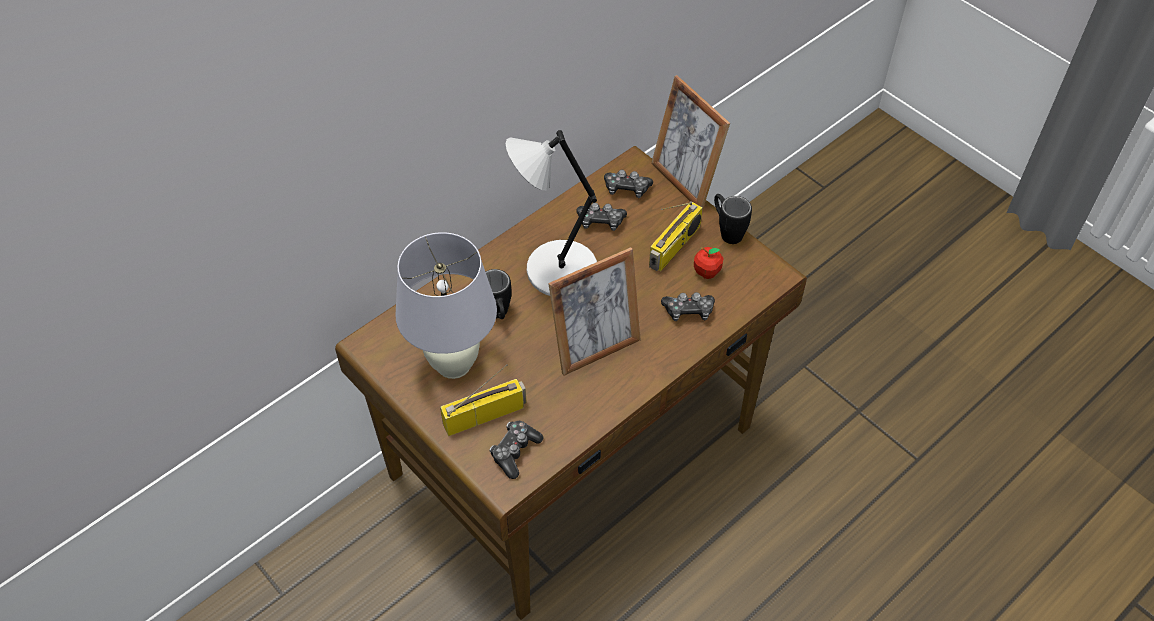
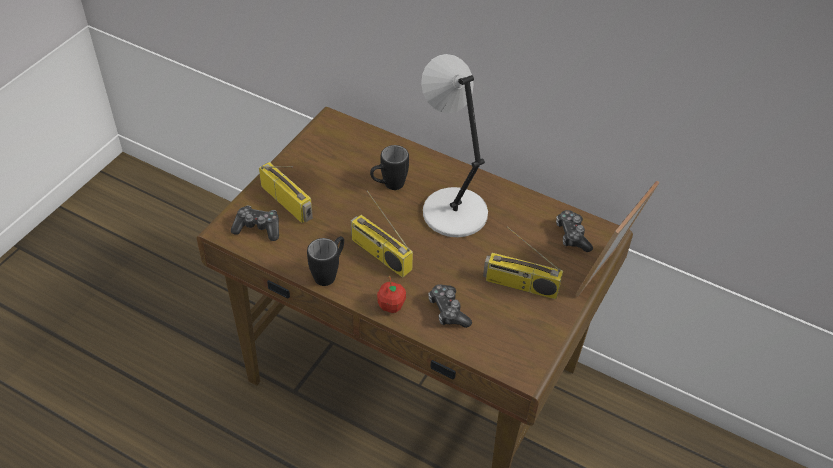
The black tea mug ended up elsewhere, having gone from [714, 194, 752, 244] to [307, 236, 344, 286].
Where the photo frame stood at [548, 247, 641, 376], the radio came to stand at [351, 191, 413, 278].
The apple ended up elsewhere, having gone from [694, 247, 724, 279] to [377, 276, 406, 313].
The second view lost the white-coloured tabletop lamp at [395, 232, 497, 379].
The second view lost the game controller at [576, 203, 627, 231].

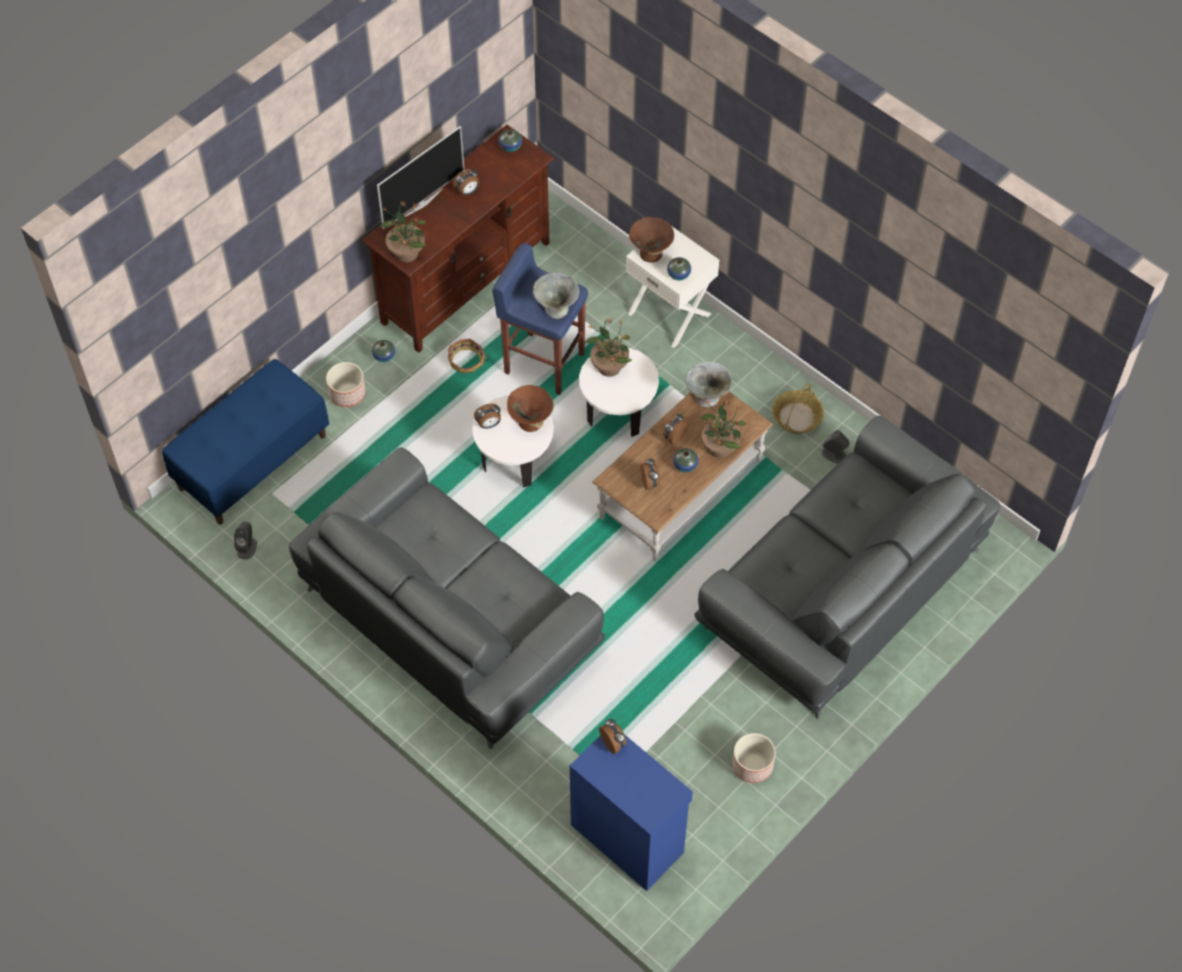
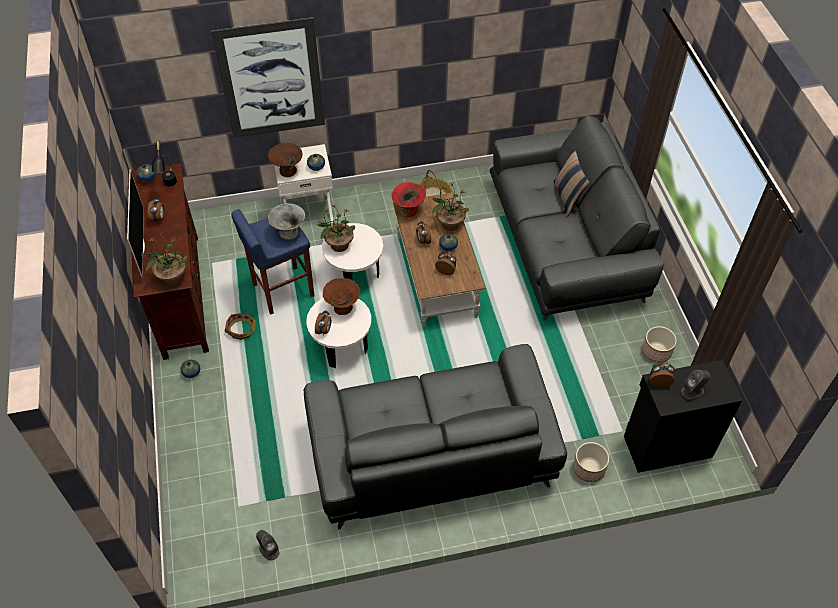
The second view gained the black tabletop lamp at [152, 141, 177, 187].
The second view gained the wall picture at [211, 17, 325, 138].
What was the grey serving bowl at [685, 362, 732, 407] turned into the red-coloured serving bowl at [391, 182, 426, 217].
The second view gained the pillow at [554, 148, 589, 216].
The flower pot ended up elsewhere, having gone from [326, 362, 366, 407] to [573, 442, 609, 482].
What was the blue-coloured cupboard at [570, 734, 693, 891] turned into the black cupboard at [624, 360, 743, 473].
The grey speaker ended up elsewhere, having gone from [822, 430, 850, 463] to [681, 370, 711, 400].
The second view lost the blue-coloured indoor bench at [162, 359, 329, 524].

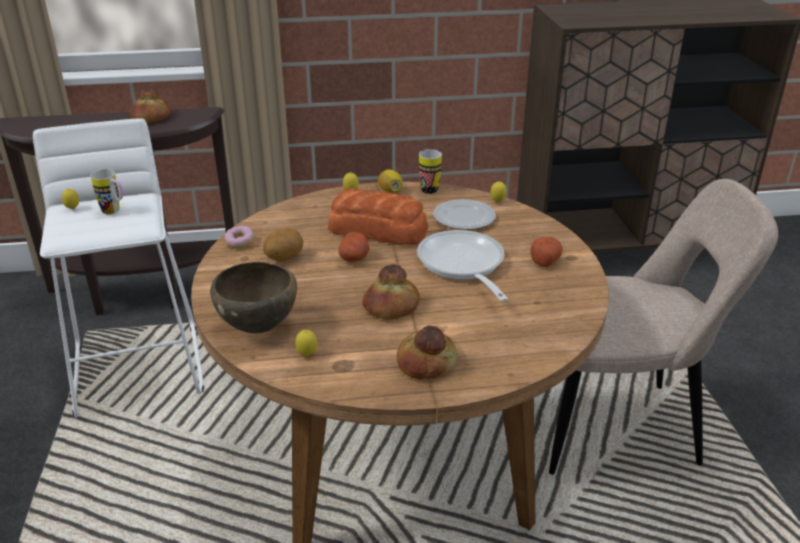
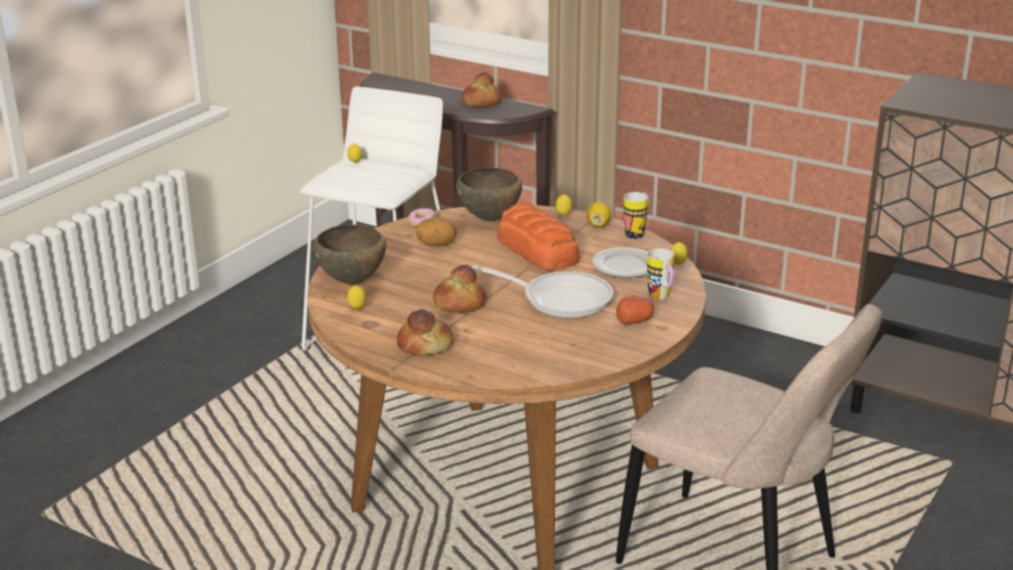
The second view gained the brown-coloured serving bowl at [456, 167, 522, 222].
The pan at [417, 230, 508, 302] ended up facing another way, 90 degrees clockwise from before.
The tea mug ended up elsewhere, having gone from [91, 169, 123, 214] to [647, 248, 674, 300].
The second view lost the potato at [339, 232, 369, 262].

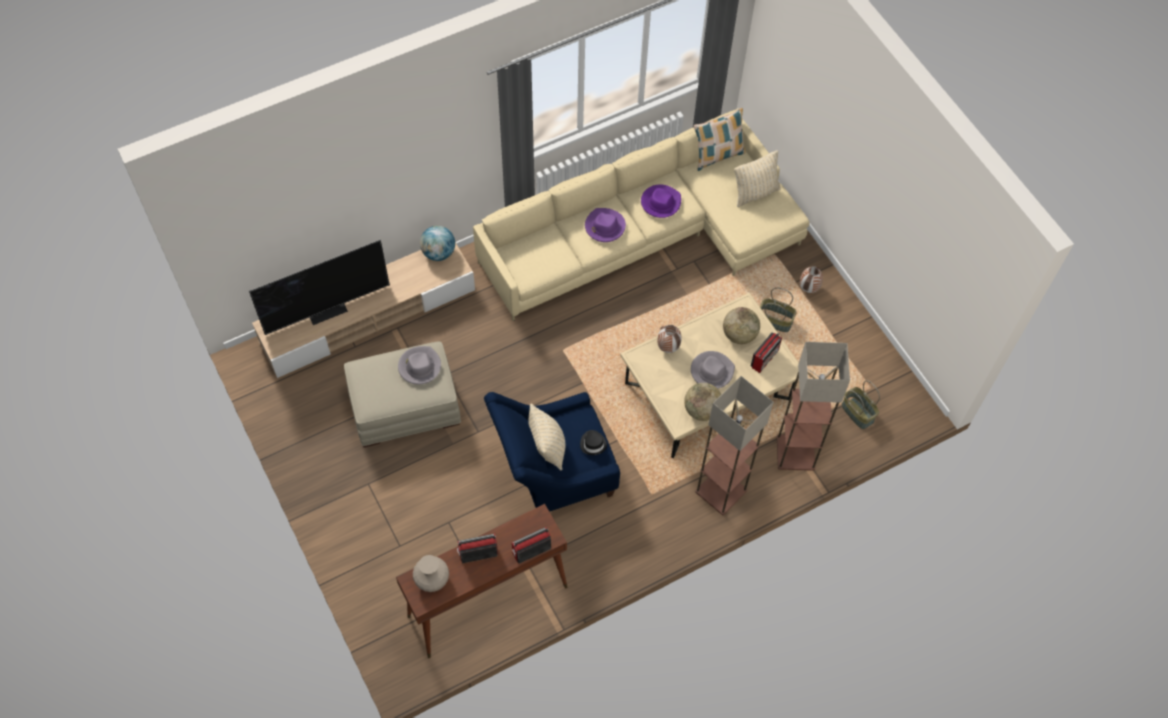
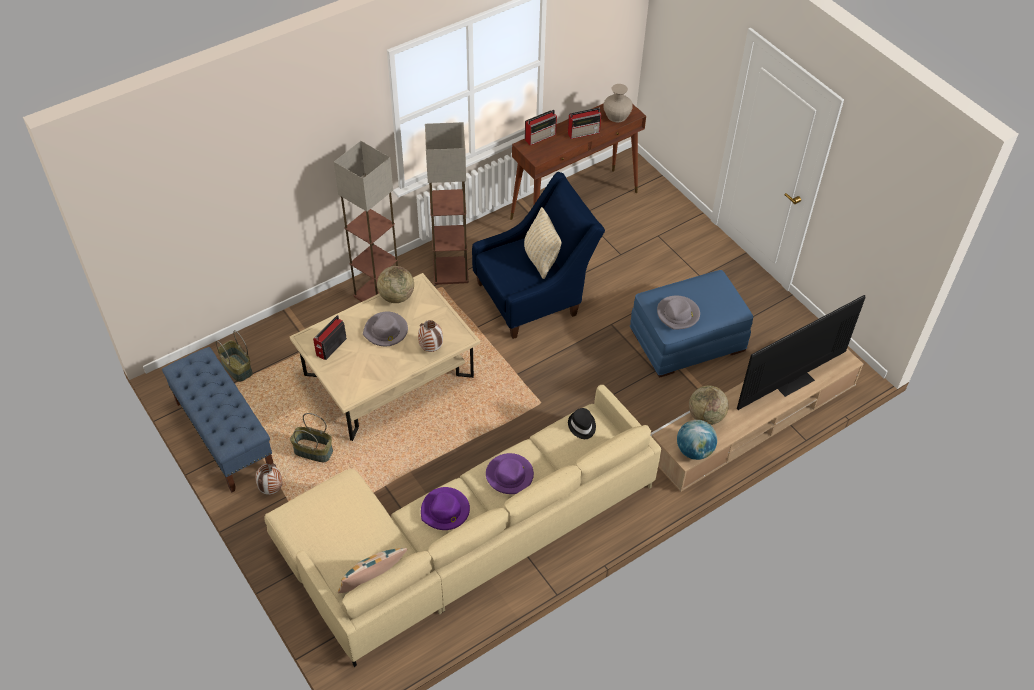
The second view gained the blue-coloured indoor bench at [162, 347, 274, 493].
The standing lamp ended up elsewhere, having gone from [777, 342, 850, 471] to [425, 122, 469, 285].
The black hat ended up elsewhere, having gone from [580, 430, 607, 455] to [568, 408, 596, 439].
What was the beige ottoman at [344, 341, 461, 447] turned into the blue-coloured ottoman at [630, 270, 753, 378].
The globe ended up elsewhere, having gone from [723, 307, 760, 344] to [689, 386, 729, 425].
The second view lost the beige pillow at [734, 150, 781, 207].

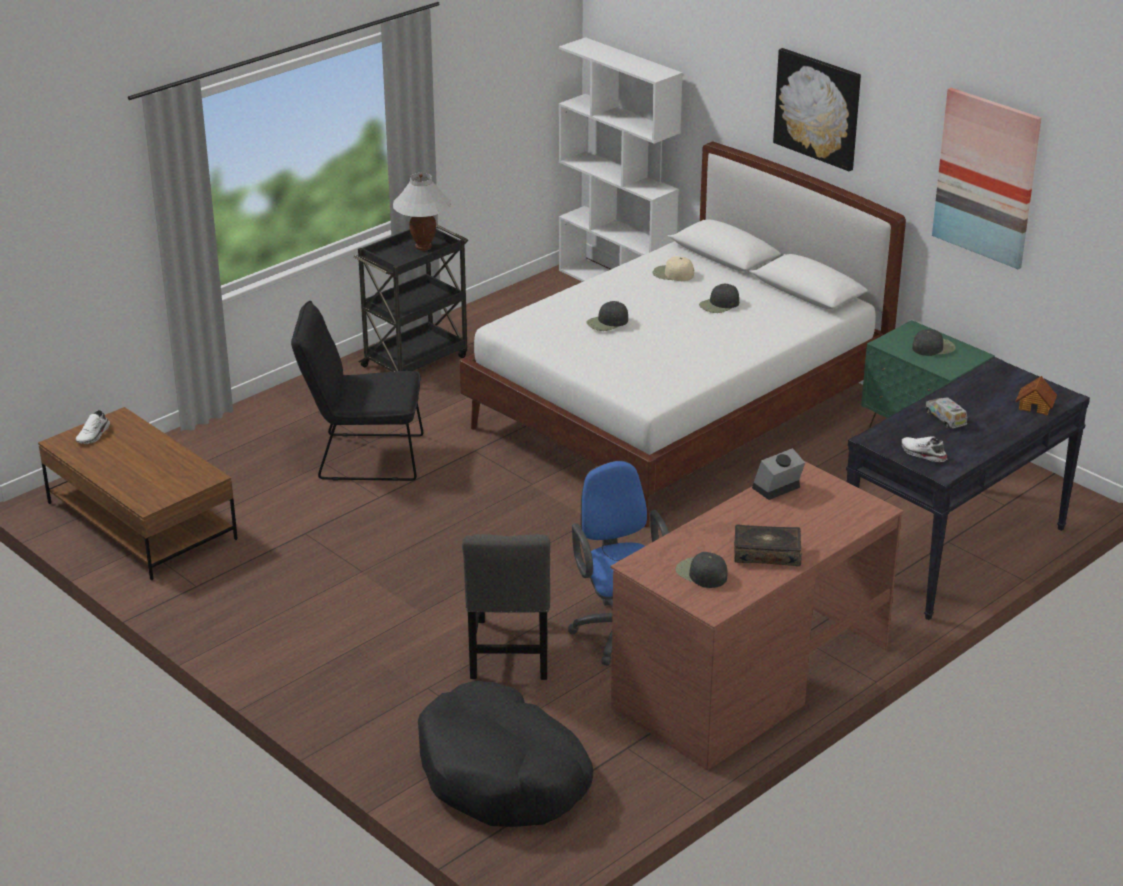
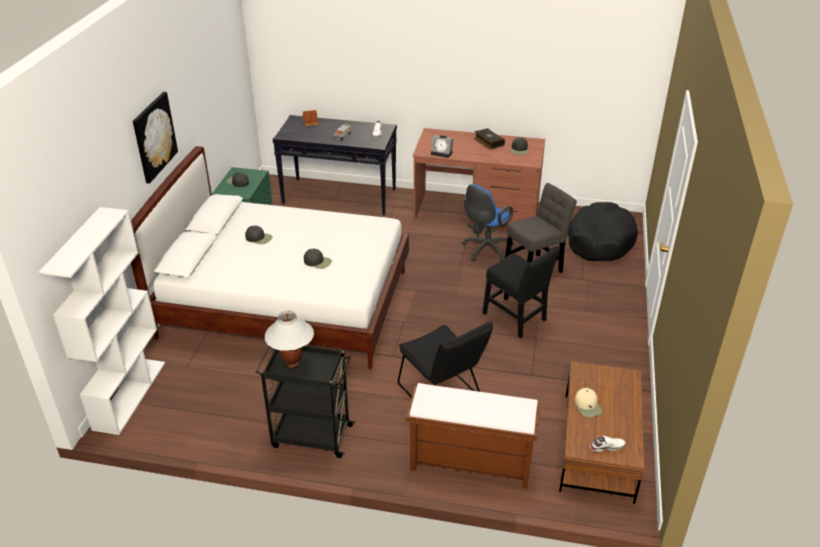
The second view gained the brown-coloured indoor bench at [405, 383, 541, 488].
The second view gained the black chair at [483, 246, 560, 338].
The beige peaked cap ended up elsewhere, having gone from [653, 256, 694, 281] to [574, 388, 602, 417].
The second view lost the wall picture at [932, 88, 1041, 269].

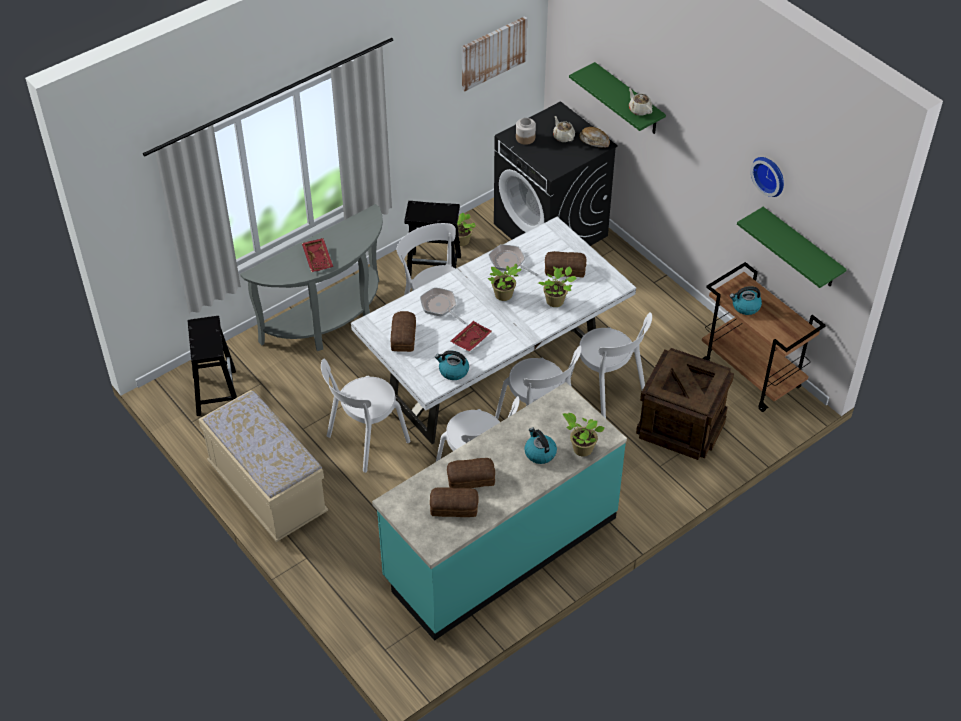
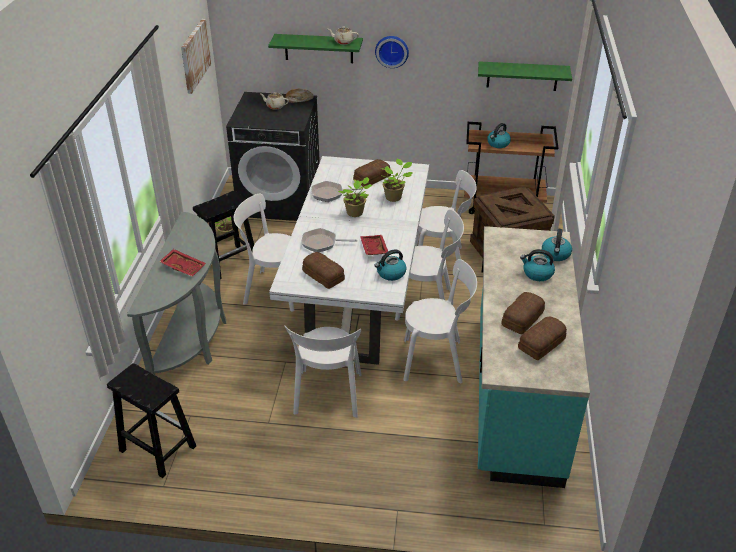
The hanging clock ended up elsewhere, having gone from [750, 157, 784, 197] to [375, 36, 409, 68].
Where the potted plant stood at [563, 413, 605, 457], the kettle came to stand at [542, 229, 572, 261].
The second view lost the beige indoor bench at [198, 390, 328, 542].
The second view lost the preserve jar at [516, 118, 536, 145].

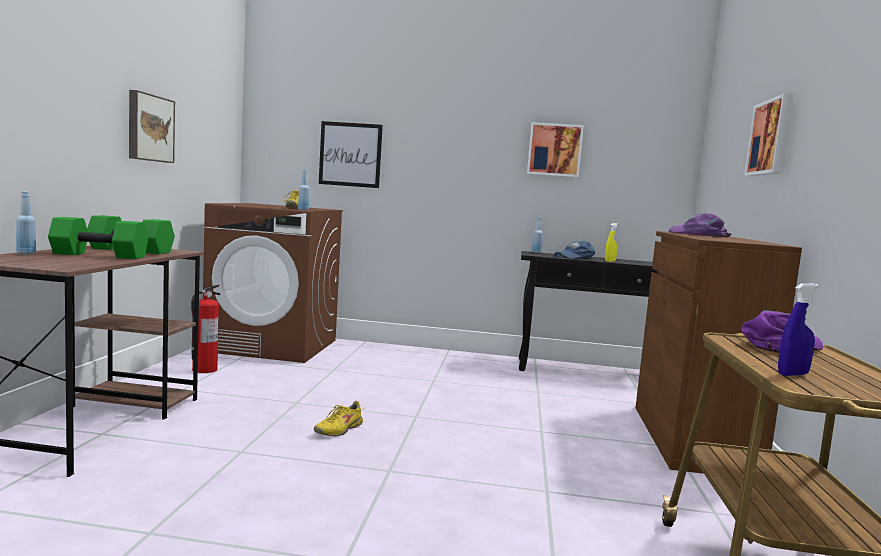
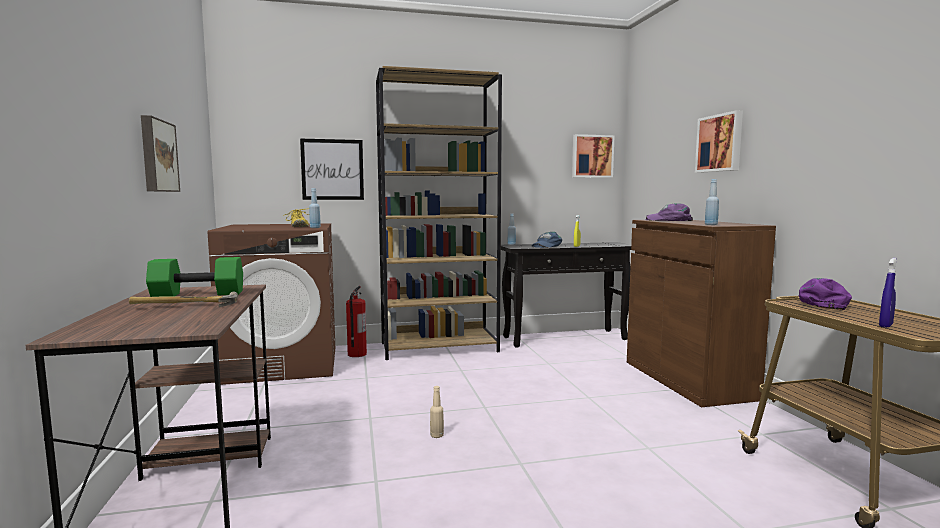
Where the green-coloured free weight stood at [48, 217, 148, 259], the hammer came to stand at [129, 291, 238, 307].
The fire extinguisher ended up elsewhere, having gone from [191, 284, 220, 373] to [346, 286, 367, 357].
The second view gained the brown-coloured bookcase at [376, 66, 502, 360].
Where the yellow-coloured low shoe stood at [314, 401, 364, 436], the beige beverage bottle came to stand at [430, 386, 444, 438].
The wall picture ended up elsewhere, having gone from [527, 122, 584, 177] to [572, 134, 615, 178].
The blue-coloured beverage bottle ended up elsewhere, having gone from [16, 191, 36, 254] to [705, 179, 719, 225].

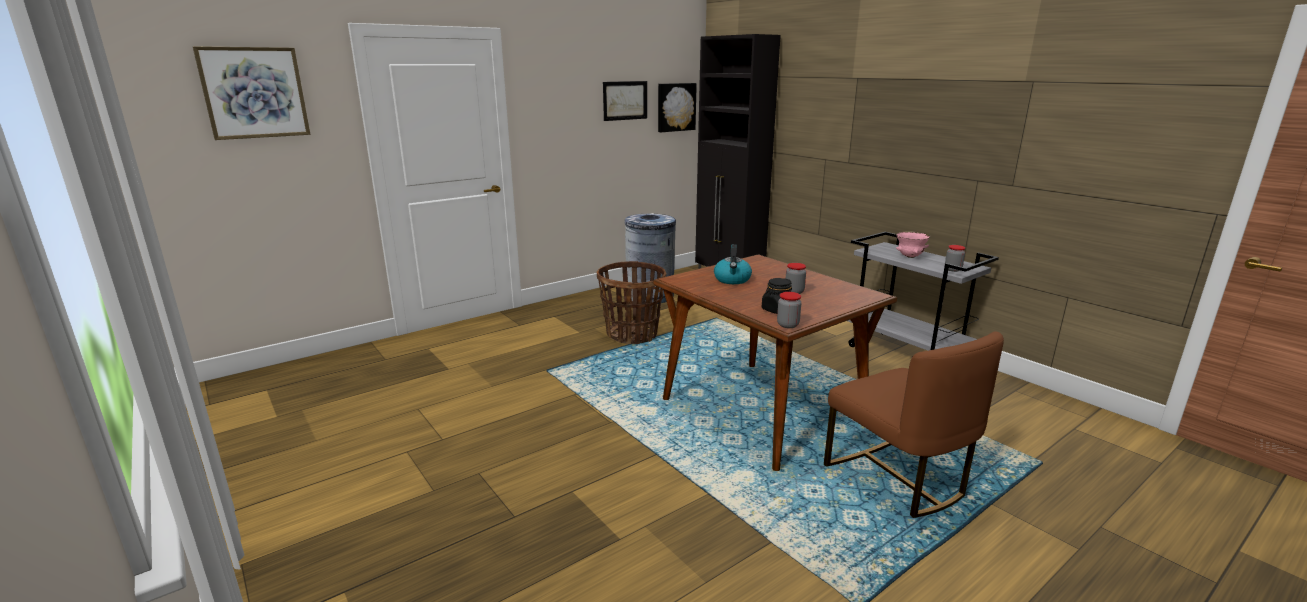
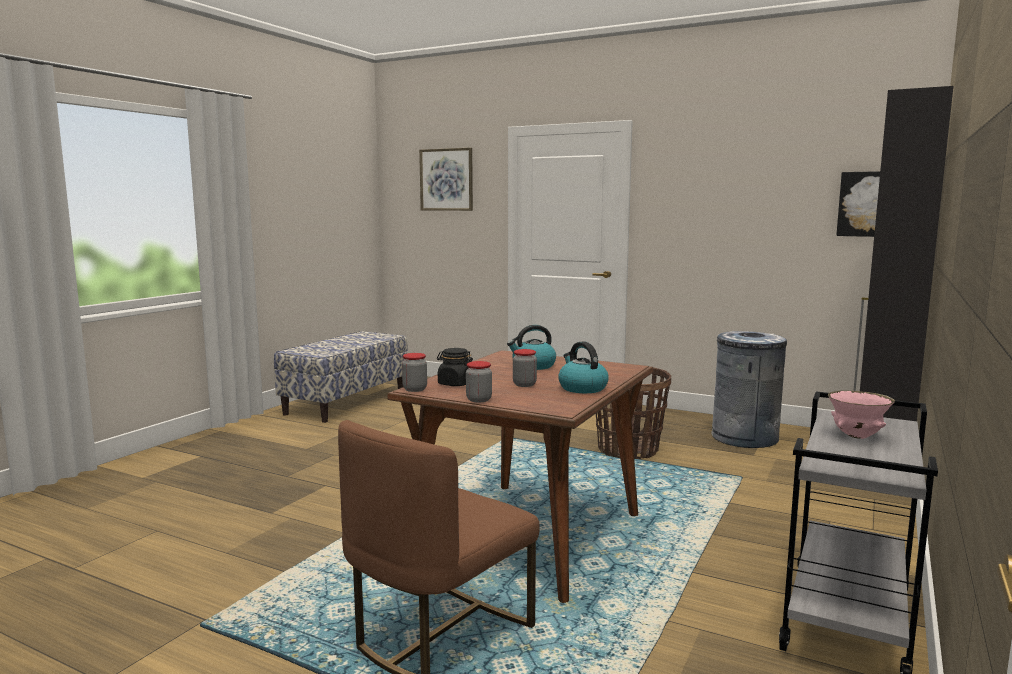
The second view gained the indoor bench at [274, 331, 408, 423].
The preserve jar ended up elsewhere, having gone from [945, 245, 966, 272] to [466, 361, 492, 402].
The second view gained the kettle at [558, 341, 609, 393].
The second view lost the wall picture at [603, 81, 647, 121].

